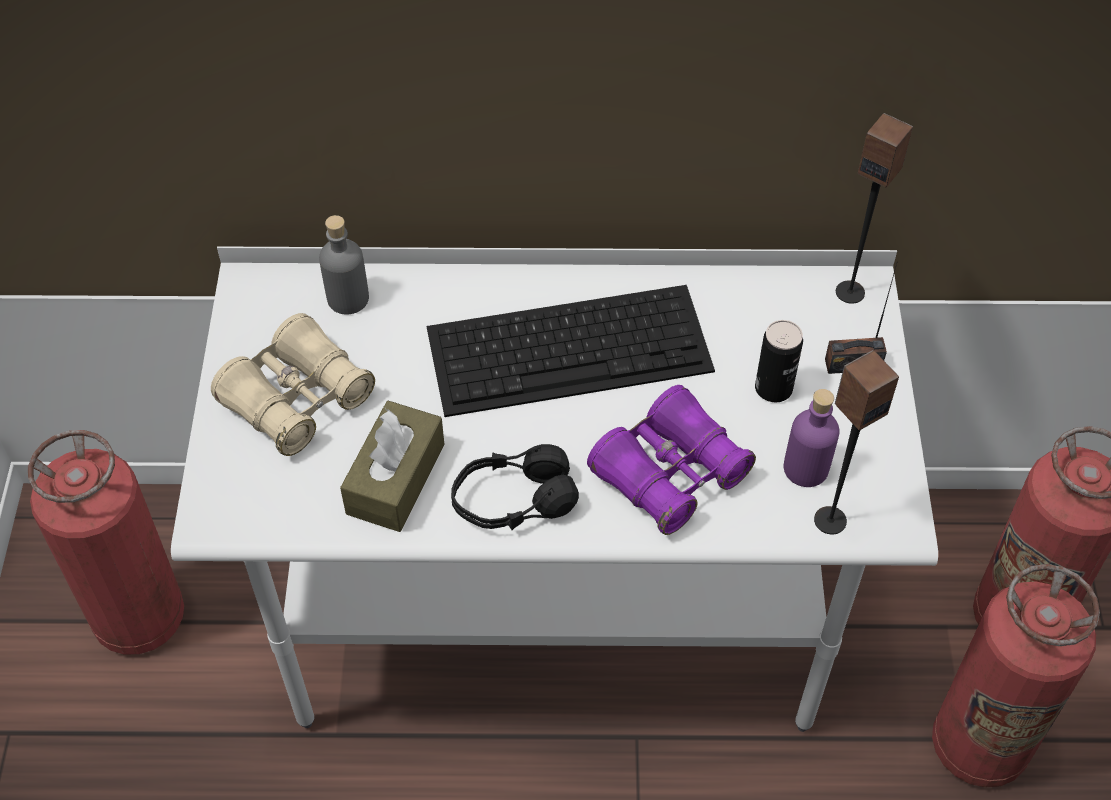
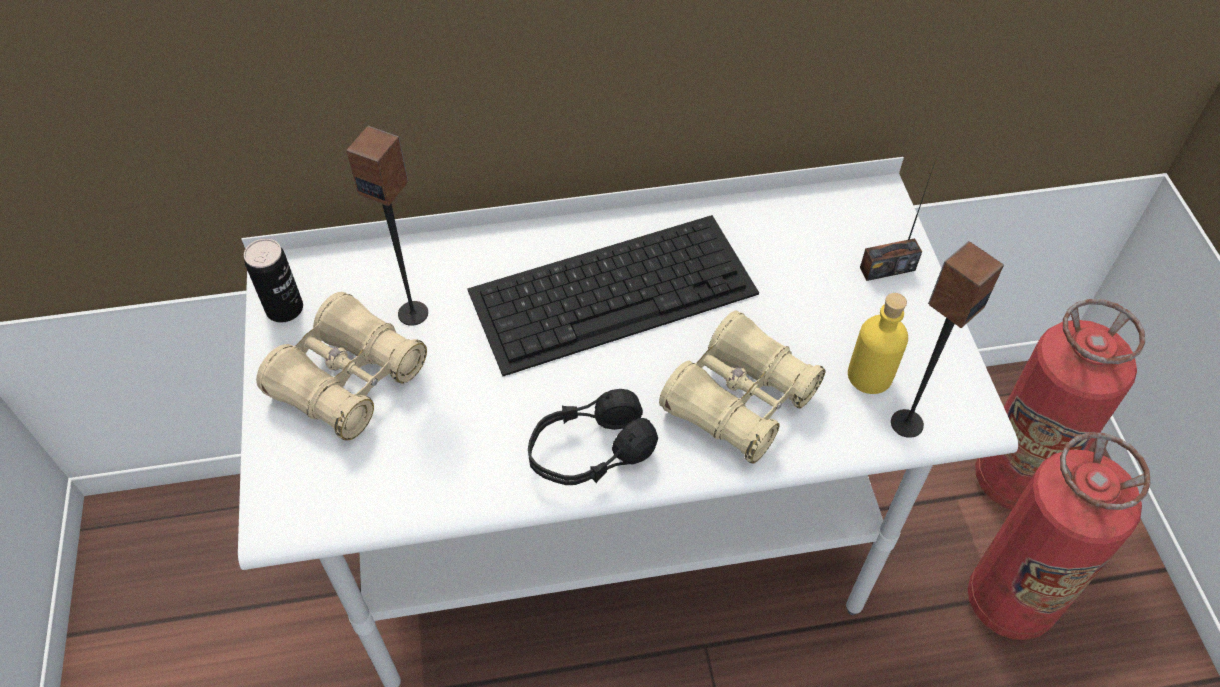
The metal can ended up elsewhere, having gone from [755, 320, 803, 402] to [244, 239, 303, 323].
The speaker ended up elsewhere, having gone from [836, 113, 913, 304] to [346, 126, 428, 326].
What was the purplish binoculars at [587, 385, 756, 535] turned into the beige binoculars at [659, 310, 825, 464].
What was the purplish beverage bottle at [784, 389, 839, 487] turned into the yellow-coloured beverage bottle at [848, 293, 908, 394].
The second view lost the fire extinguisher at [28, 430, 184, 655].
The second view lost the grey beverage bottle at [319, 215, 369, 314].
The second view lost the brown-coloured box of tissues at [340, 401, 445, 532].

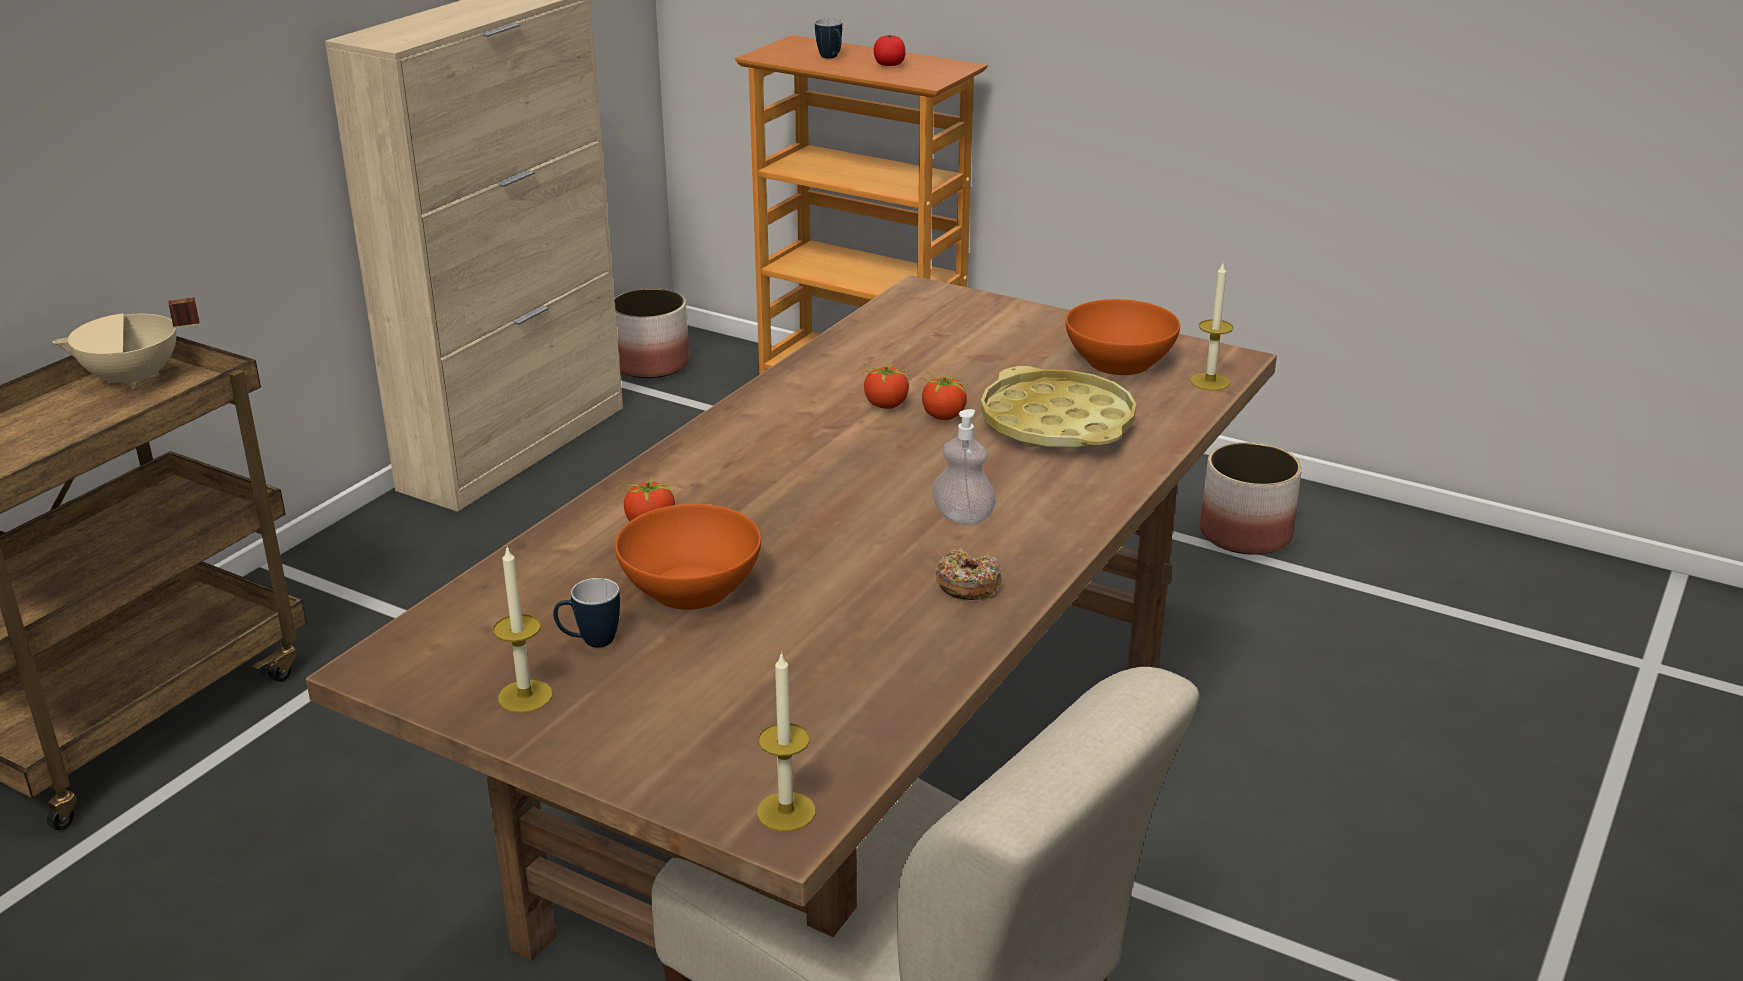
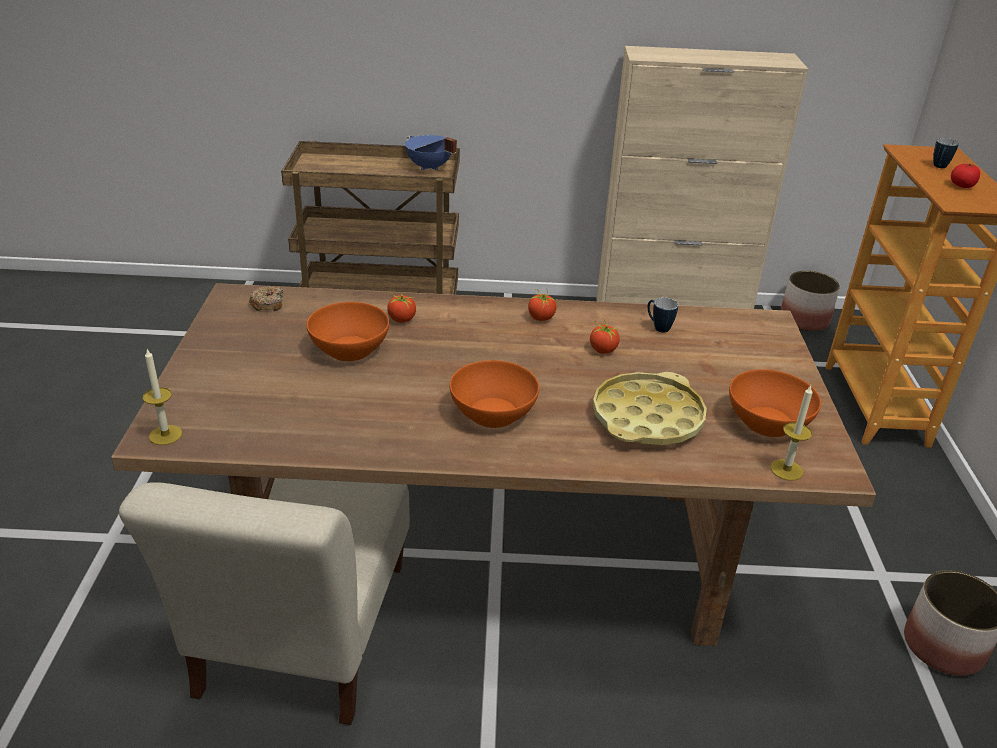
The doughnut ended up elsewhere, having gone from [935, 548, 1002, 600] to [249, 286, 284, 311].
What was the beige cooking pot at [53, 297, 200, 389] turned into the blue-coloured cooking pot at [405, 135, 457, 171].
Where the soap bottle stood at [932, 409, 996, 525], the orange-coloured serving bowl came to stand at [450, 360, 539, 428].
The tomato ended up elsewhere, having gone from [920, 370, 968, 420] to [528, 289, 557, 321].
The tea mug ended up elsewhere, having gone from [553, 578, 620, 648] to [648, 297, 678, 333].
The second view lost the wax candle at [493, 547, 553, 713].

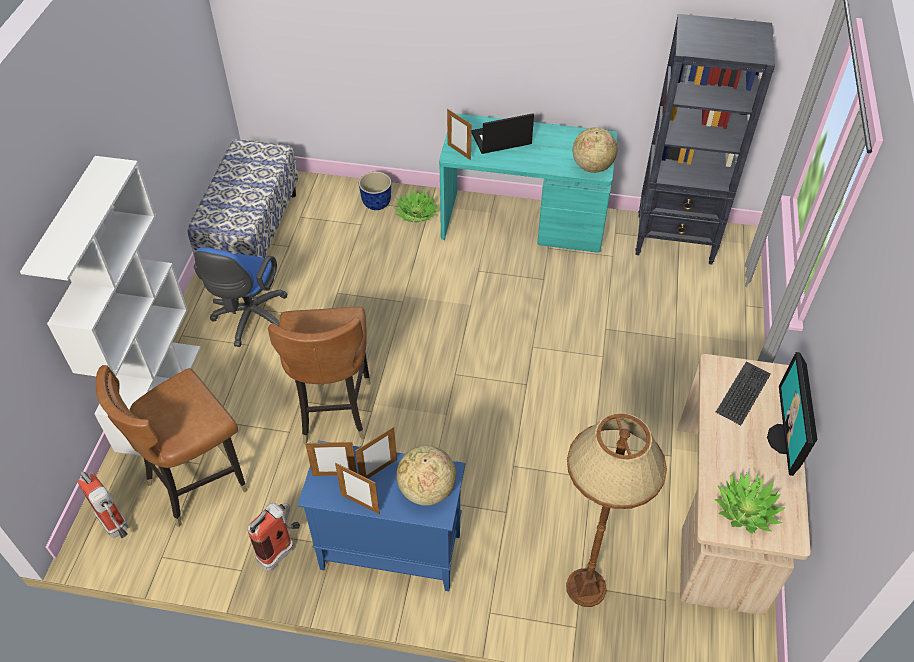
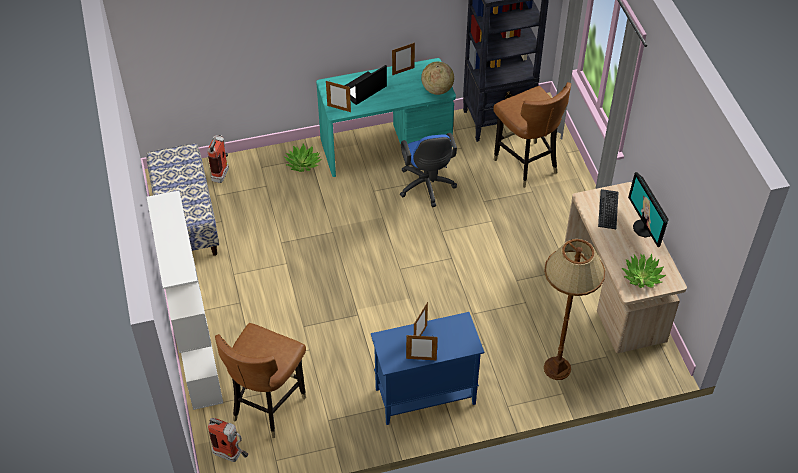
The fire extinguisher ended up elsewhere, having gone from [247, 503, 300, 571] to [207, 135, 229, 183].
The photo frame ended up elsewhere, having gone from [305, 441, 357, 476] to [392, 43, 415, 75].
The blue-coloured computer chair ended up elsewhere, having gone from [194, 246, 288, 347] to [400, 133, 457, 207].
The brown-coloured chair ended up elsewhere, having gone from [268, 307, 371, 443] to [493, 82, 571, 188].
The second view lost the flower pot at [359, 172, 391, 210].
The second view lost the globe at [396, 445, 456, 506].

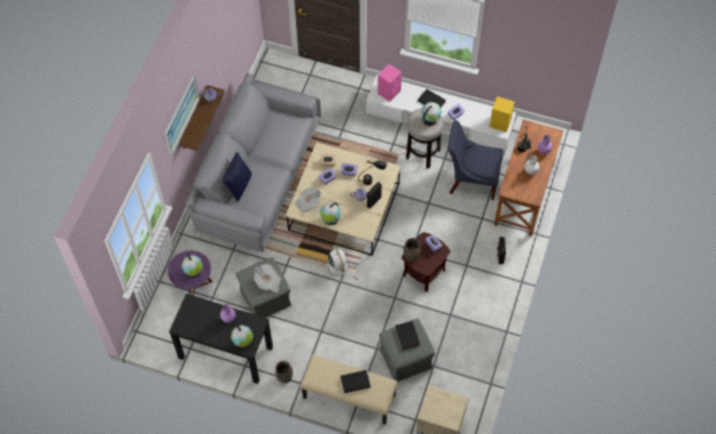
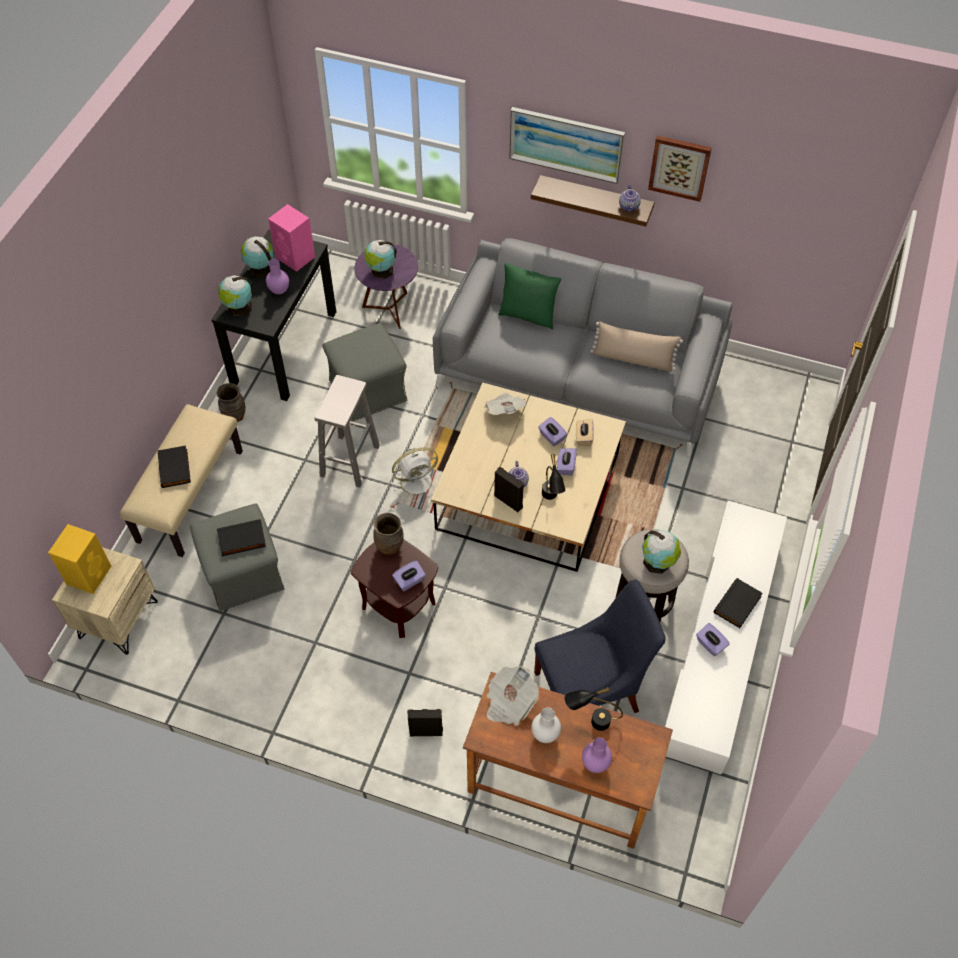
The yellow-coloured speaker ended up elsewhere, having gone from [489, 96, 515, 132] to [48, 524, 111, 594].
The globe ended up elsewhere, having gone from [320, 202, 341, 225] to [241, 236, 274, 278].
The pink-coloured speaker ended up elsewhere, having gone from [378, 64, 402, 102] to [268, 204, 315, 272].
The second view gained the white-coloured stool at [314, 375, 380, 488].
The newspaper ended up elsewhere, having gone from [254, 264, 282, 293] to [487, 666, 539, 726].
What was the blue-coloured pillow at [222, 152, 252, 203] turned into the green-coloured pillow at [498, 263, 561, 330].
The blue-coloured chair at [448, 120, 503, 200] ended up facing another way, 60 degrees clockwise from before.
The second view gained the beige pillow at [590, 321, 683, 372].
The second view gained the wall picture at [648, 135, 712, 202].

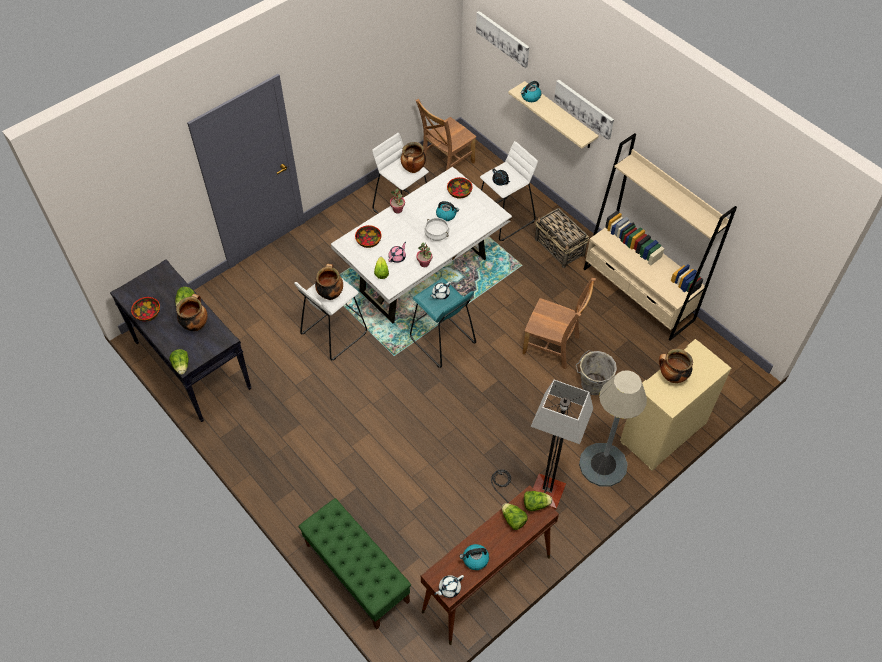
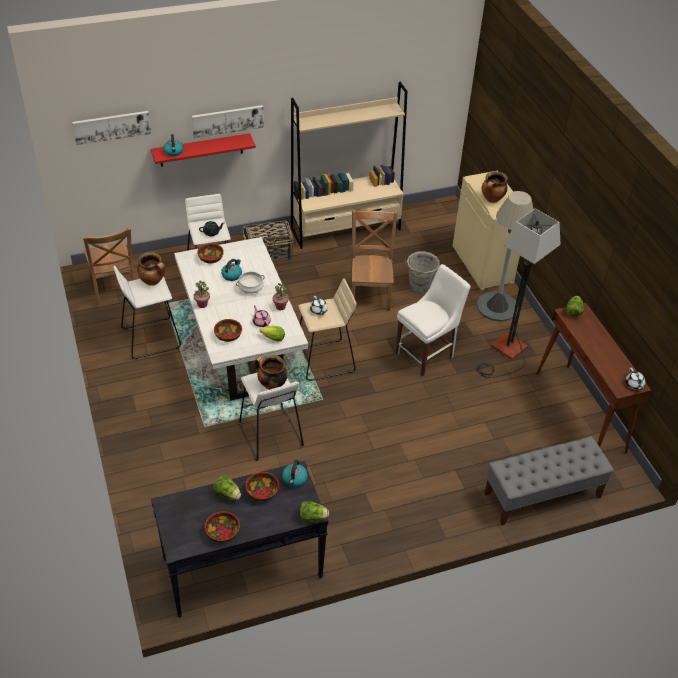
What was the beige wall shelf at [508, 81, 599, 149] turned into the red-coloured wall shelf at [151, 133, 256, 167].
Where the cooking pot stood at [176, 294, 207, 331], the serving bowl came to stand at [246, 472, 279, 501].
The kettle ended up elsewhere, having gone from [459, 544, 489, 570] to [282, 460, 308, 487].
What was the turquoise-coloured stool at [410, 278, 476, 368] turned into the beige stool at [298, 278, 356, 381].
The brown-coloured chair at [522, 278, 596, 369] ended up facing another way, 45 degrees counterclockwise from before.
The second view gained the white-coloured chair at [396, 264, 471, 376].
What was the green-coloured indoor bench at [298, 498, 411, 630] turned into the grey indoor bench at [484, 437, 614, 525].
The second view lost the head of lettuce at [502, 503, 528, 530].

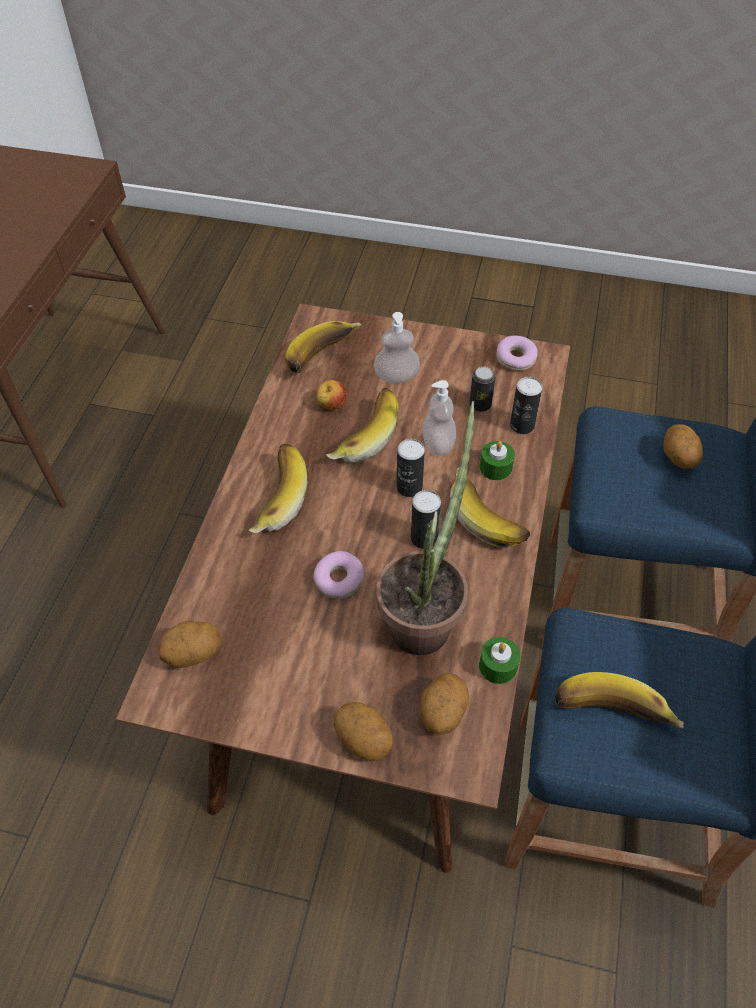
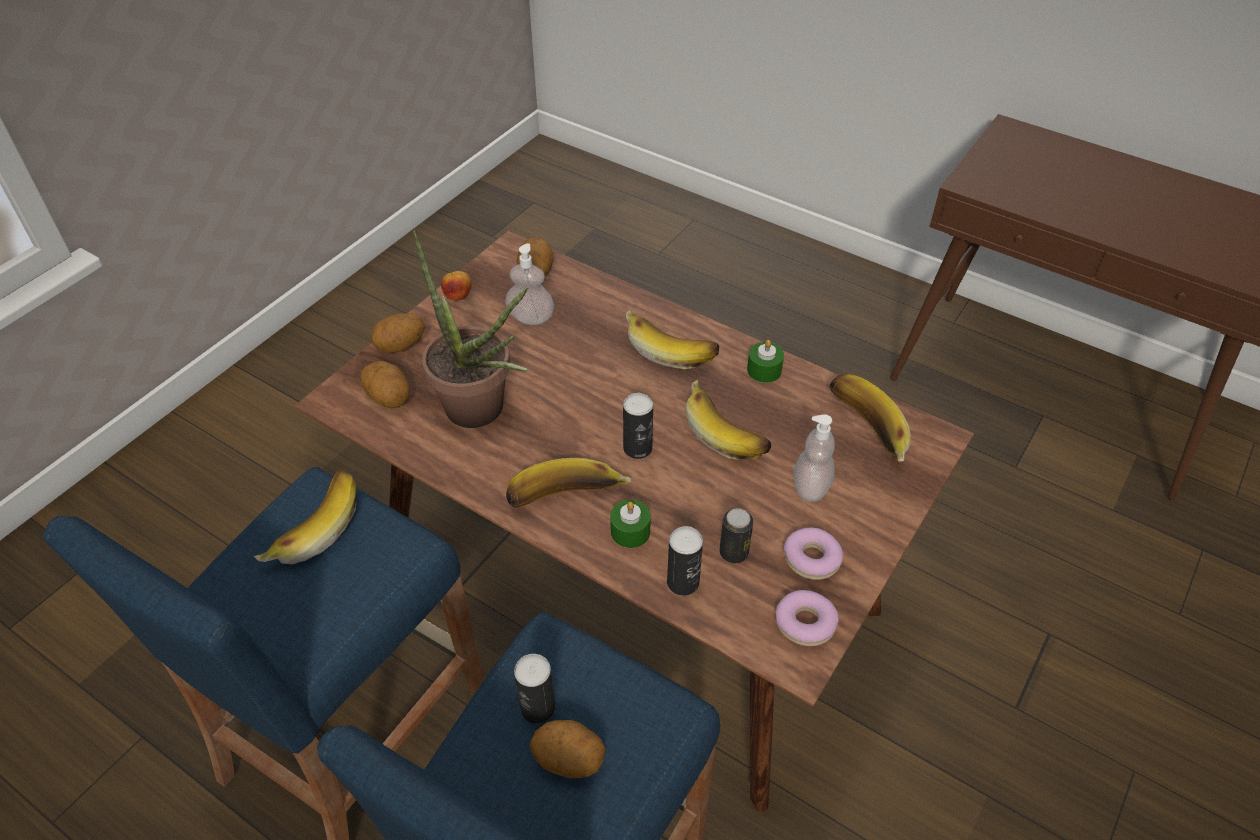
The apple ended up elsewhere, having gone from [316, 380, 346, 410] to [441, 271, 472, 300].
The soap bottle ended up elsewhere, having gone from [422, 380, 456, 456] to [505, 243, 555, 325].
The metal can ended up elsewhere, having gone from [411, 490, 441, 549] to [514, 654, 555, 724].
The green-coloured wax candle ended up elsewhere, having gone from [479, 637, 521, 684] to [747, 340, 784, 383].
The doughnut ended up elsewhere, having gone from [313, 551, 364, 599] to [784, 528, 843, 580].

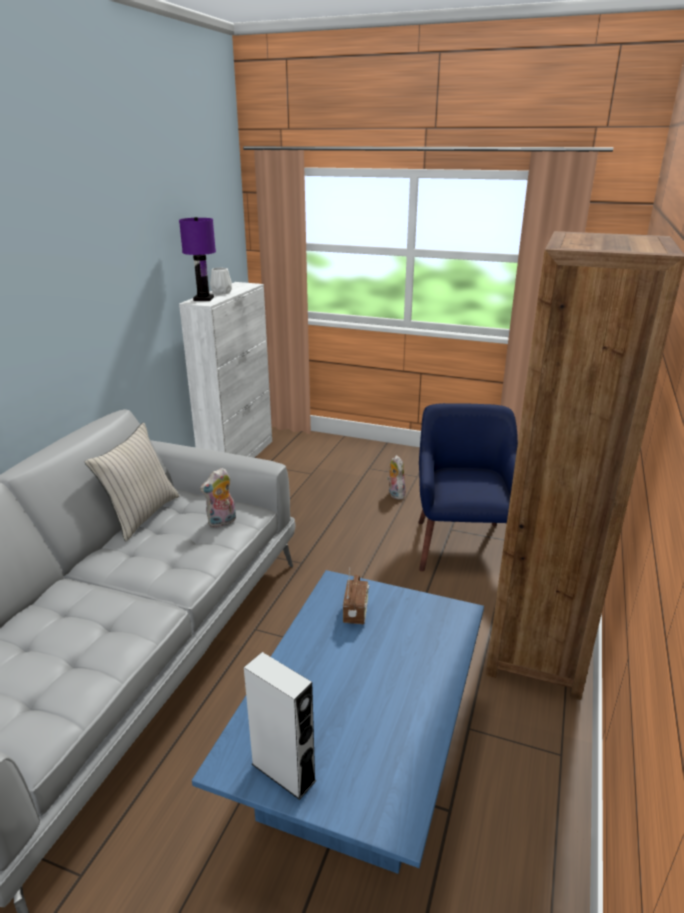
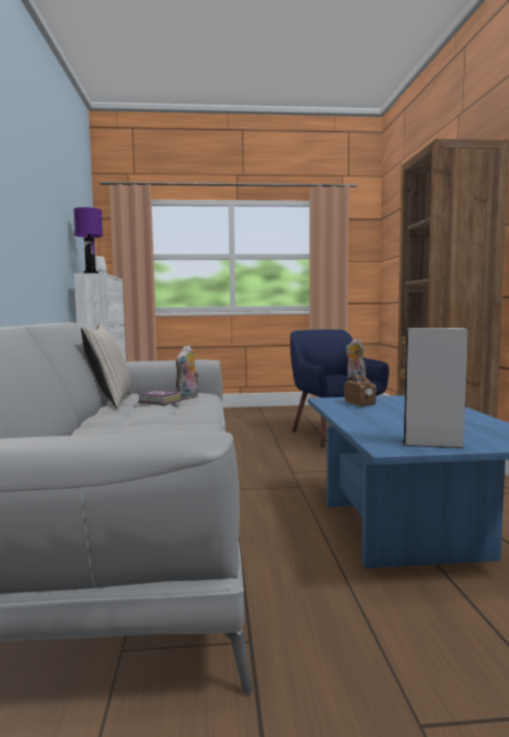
The second view gained the bound book at [138, 390, 182, 405].
The cuddly toy ended up elsewhere, having gone from [387, 455, 406, 499] to [346, 339, 366, 380].

